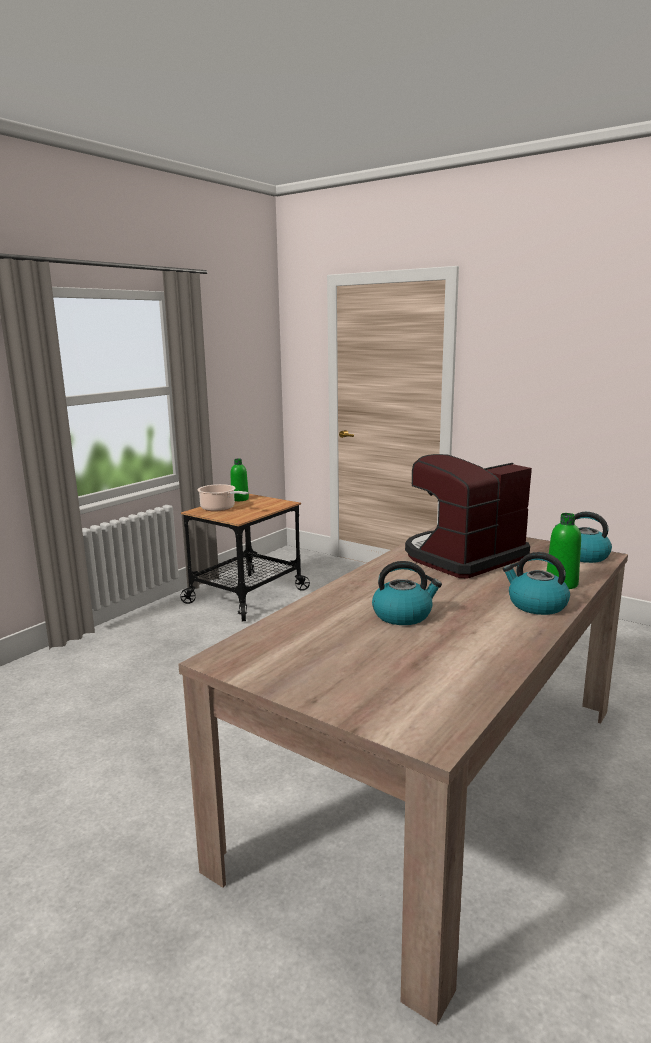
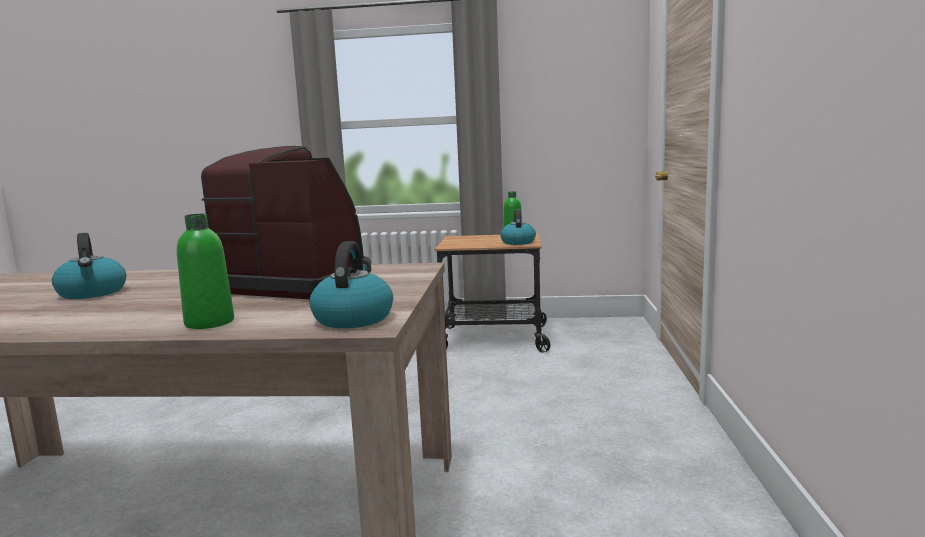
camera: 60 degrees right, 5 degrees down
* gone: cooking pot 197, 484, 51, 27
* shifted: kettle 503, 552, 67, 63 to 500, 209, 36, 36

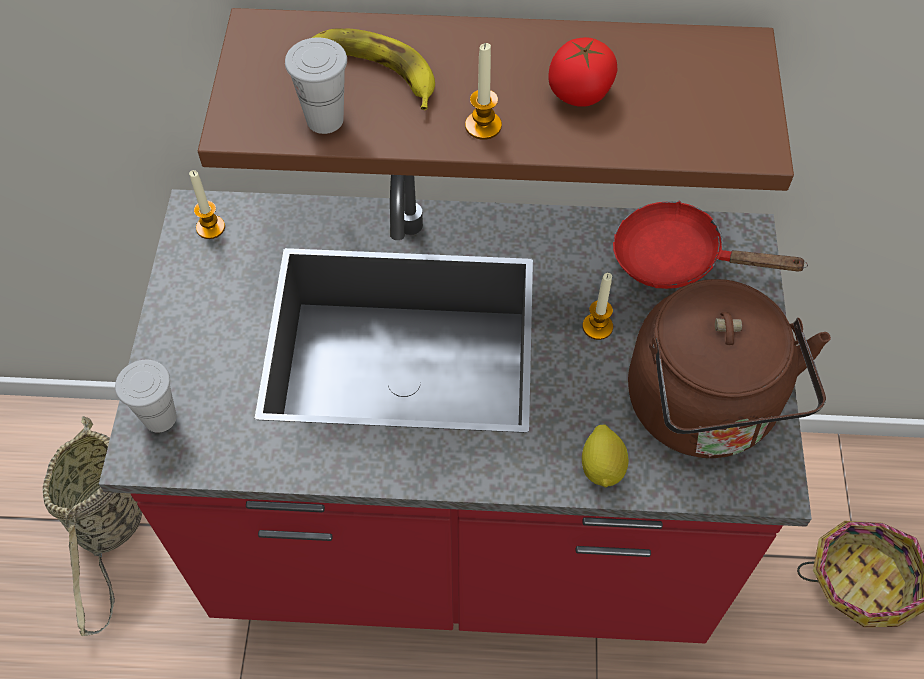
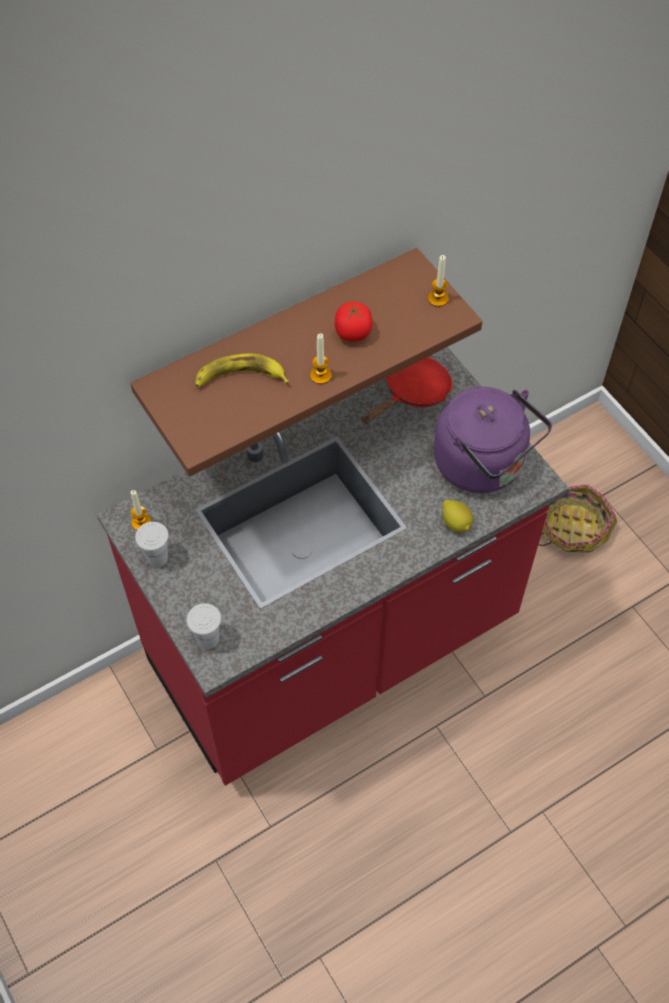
camera: 35 degrees left, 0 degrees up
* shifted: cup in white 285, 38, 62, 96 to 135, 522, 34, 45
* rotated: frying pan in red 613, 201, 195, 88 = 361, 357, 91, 67 150 degrees clockwise
* shifted: candle 583, 273, 30, 67 to 428, 255, 21, 52
* repainted: kettle in brown 628, 279, 203, 179 to kettle in purple 434, 387, 118, 106
* gone: basket 43, 416, 99, 220

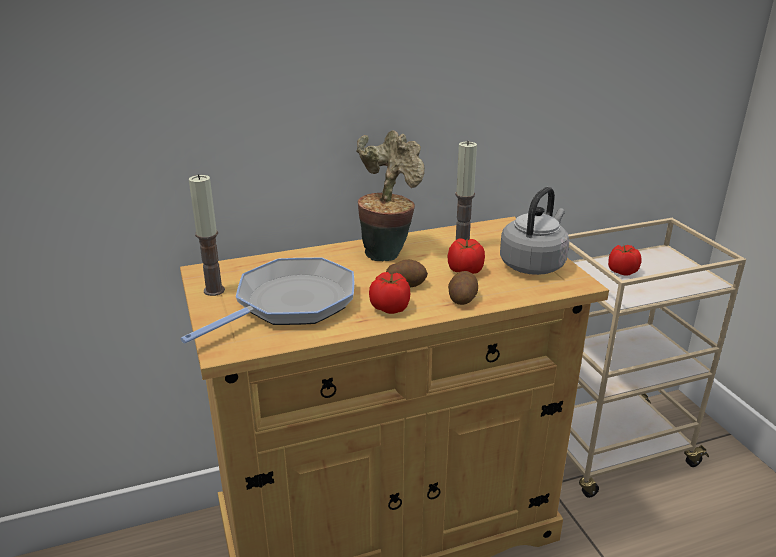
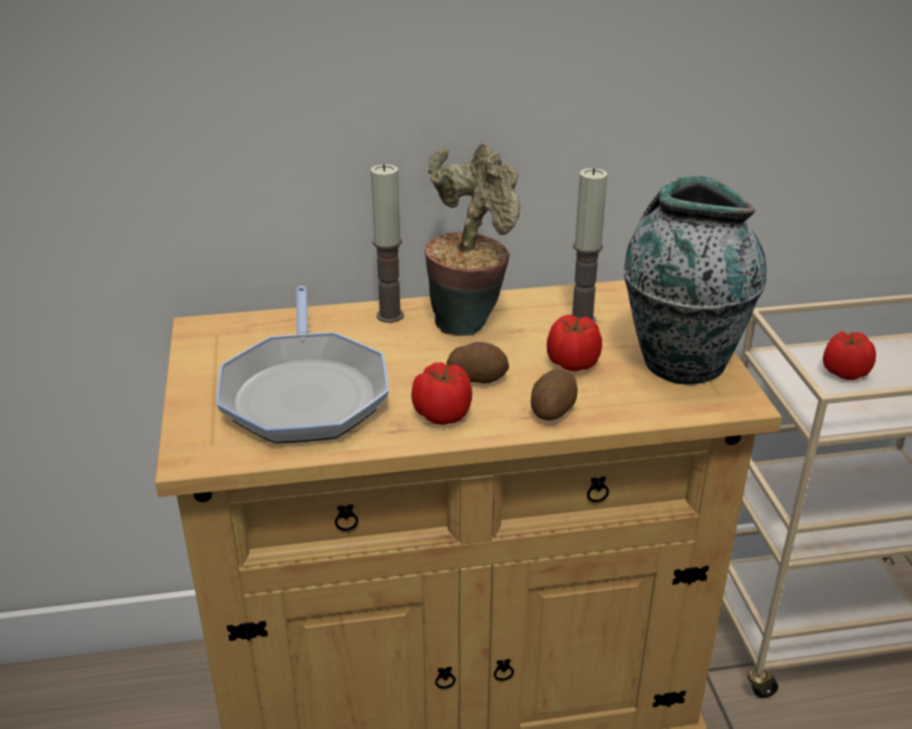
camera: 10 degrees right, 5 degrees up
* shifted: candle 189, 174, 36, 122 to 371, 164, 33, 159
* swapped: kettle in grey 500, 187, 69, 88 to vase 624, 176, 142, 209
* rotated: frying pan 180, 258, 174, 85 = 216, 286, 173, 157 120 degrees clockwise

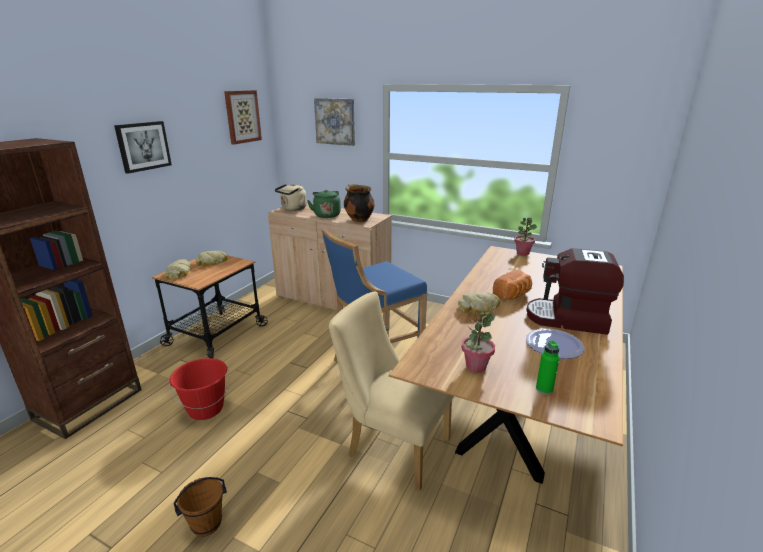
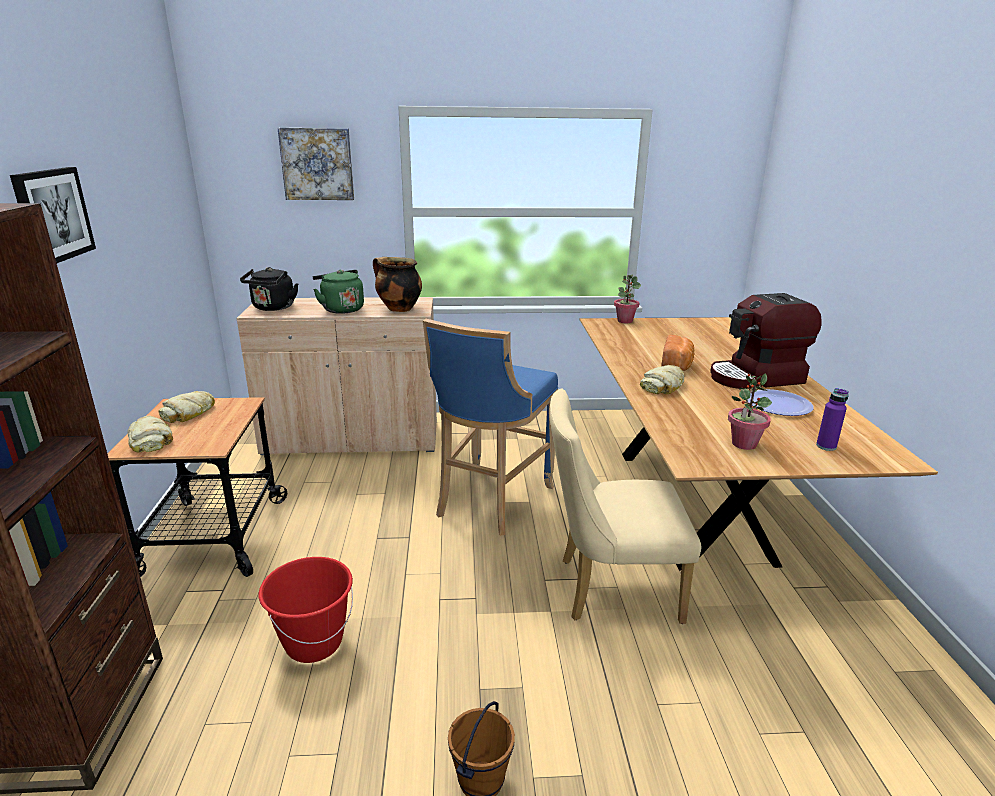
camera: 30 degrees left, 0 degrees up
* gone: picture 224, 90, 38, 55
* repainted: kettle in beige 275, 184, 32, 27 to kettle in black 240, 267, 58, 44
* repainted: bottle in green 536, 340, 23, 55 to bottle in purple 816, 388, 33, 63

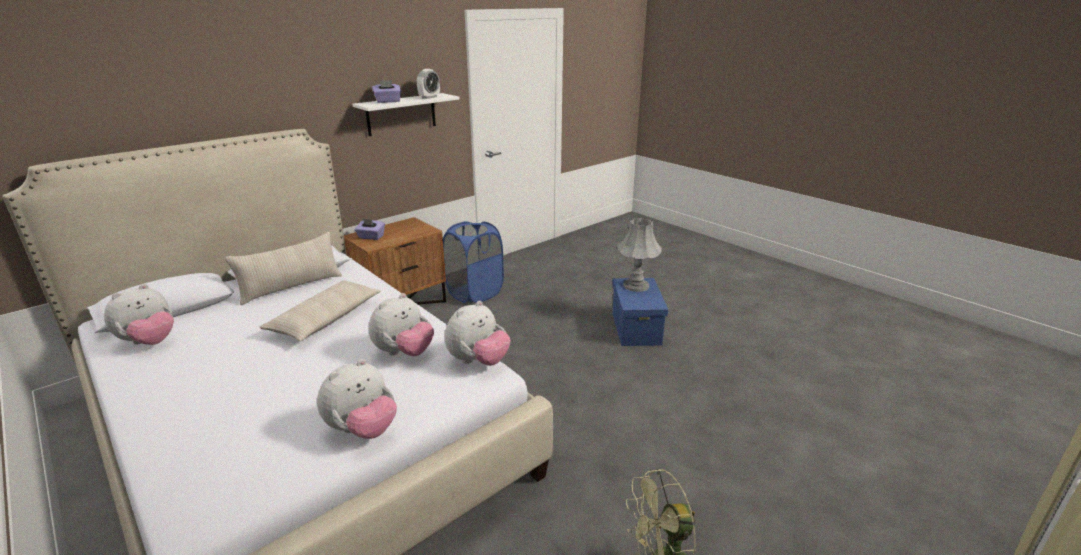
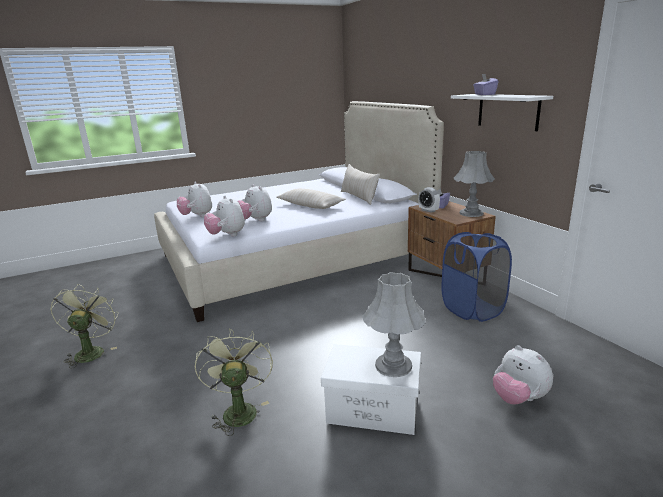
camera: 105 degrees right, 5 degrees down
* shifted: alarm clock 417, 69, 23, 30 to 418, 187, 22, 26
* repainted: storage box in blue 612, 278, 56, 68 to storage box in white 321, 344, 100, 91
* shifted: plush toy 104, 284, 70, 61 to 493, 345, 60, 60
* new: table lamp in grey 454, 151, 41, 66
* new: fan in green 195, 328, 78, 108

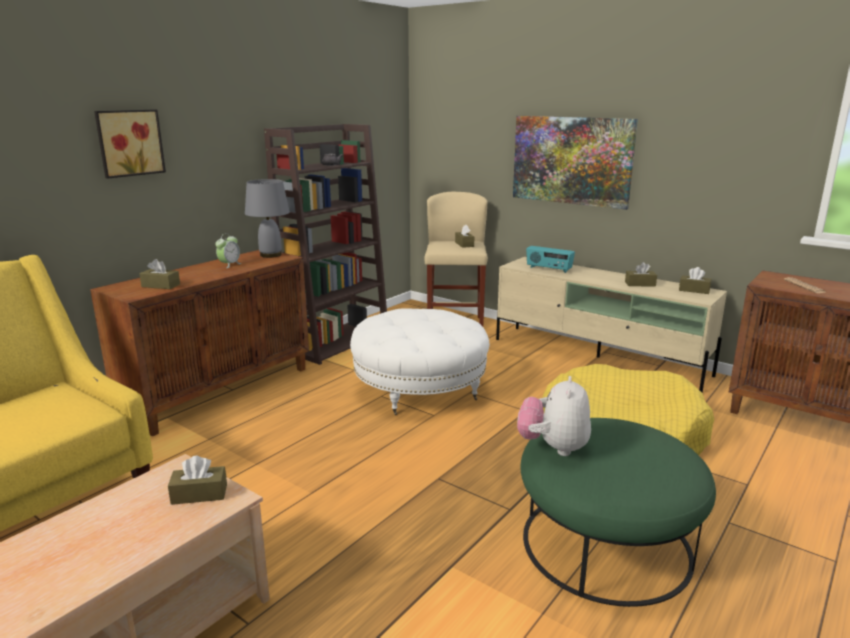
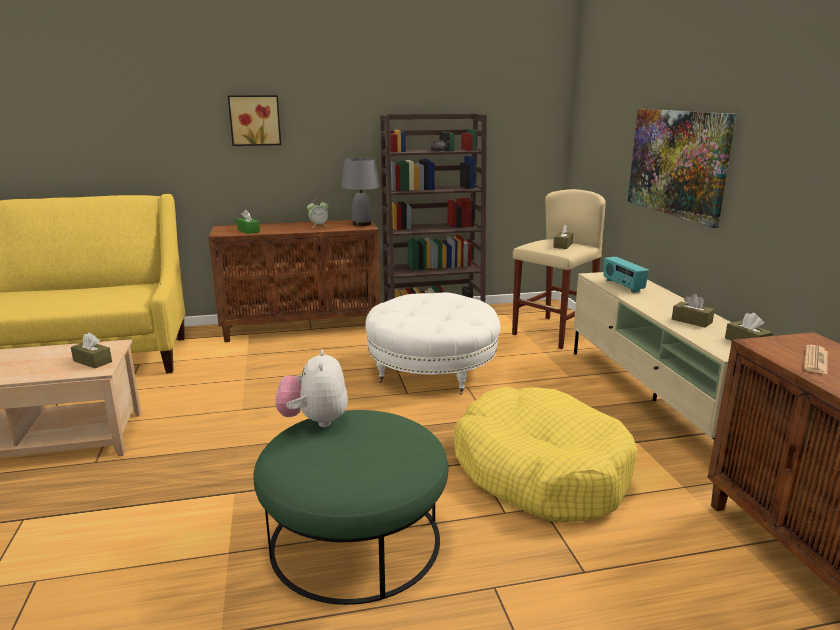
camera: 40 degrees right, 0 degrees up
* repainted: tissue box in brown 139, 259, 41, 30 to tissue box in green 237, 210, 23, 24
* rotated: plush toy 517, 376, 74, 80 = 275, 350, 73, 77 60 degrees counterclockwise

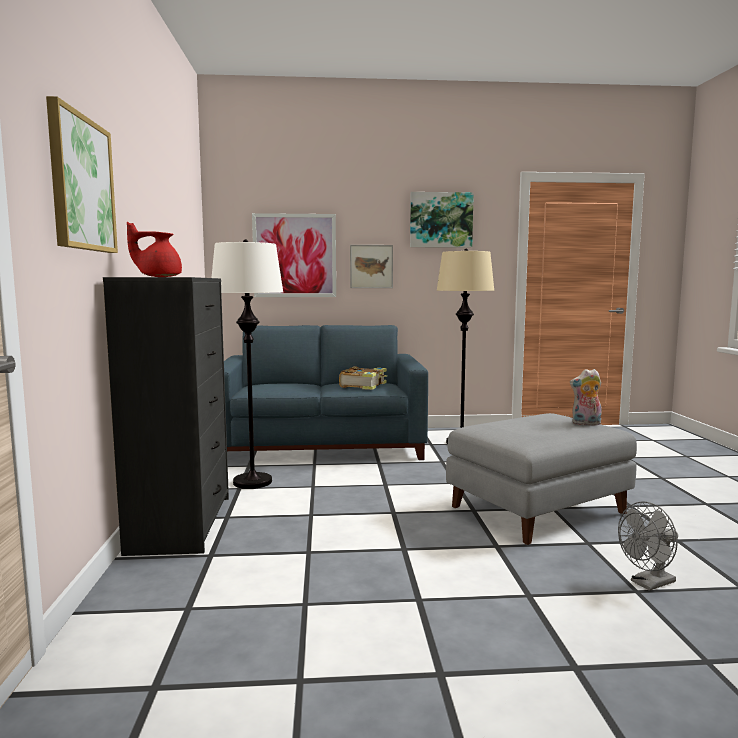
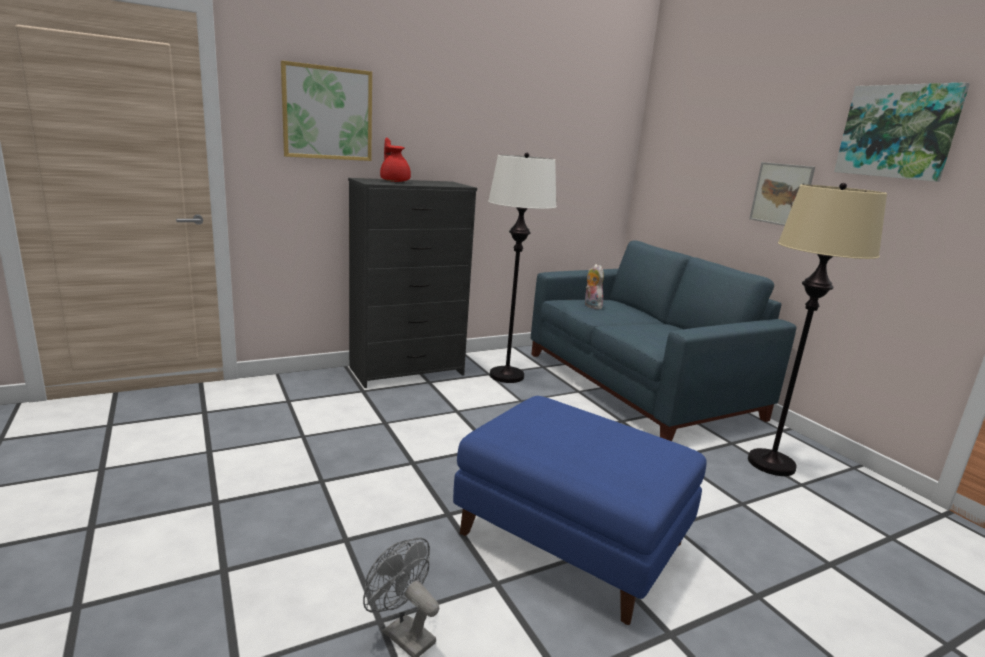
camera: 65 degrees right, 10 degrees up
* gone: picture 252, 213, 84, 84
* gone: book 339, 366, 49, 24
* shifted: plush toy 570, 369, 32, 57 to 585, 264, 19, 46
* repainted: ottoman in grey 446, 413, 191, 132 to ottoman in blue 453, 396, 254, 229

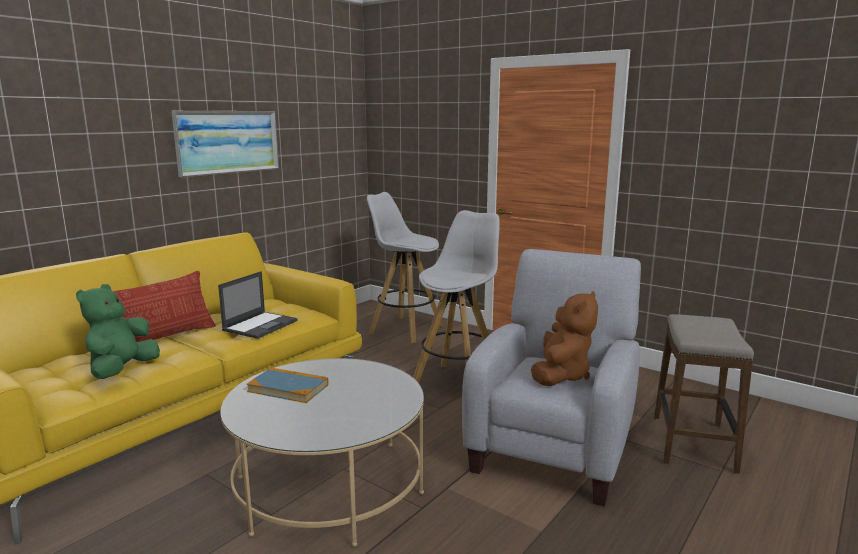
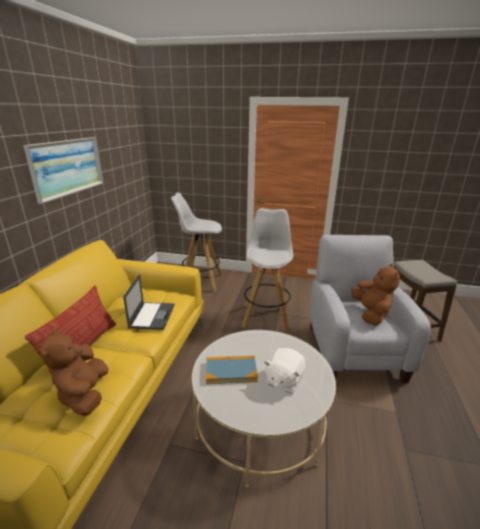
camera: 25 degrees left, 10 degrees up
* repainted: plush toy in green 76, 284, 84, 95 to plush toy in brown 39, 328, 69, 88
* new: plush toy in white 264, 348, 41, 46

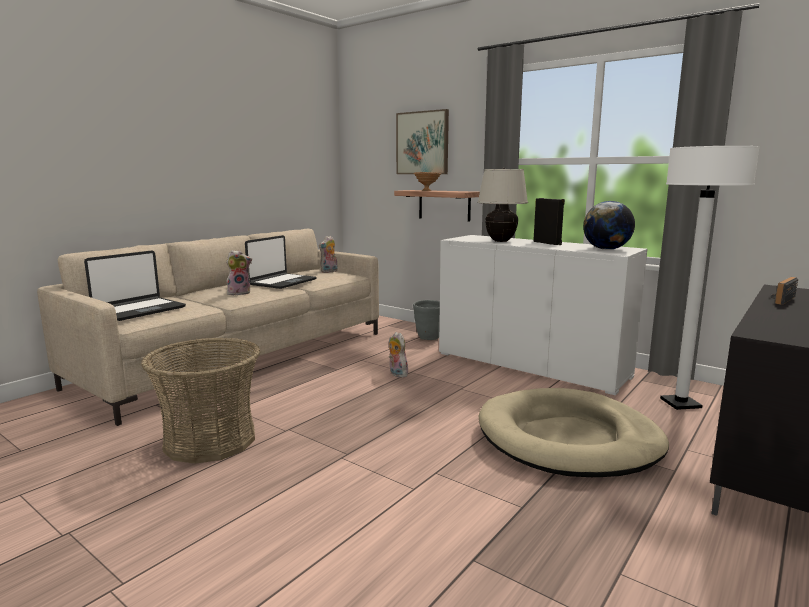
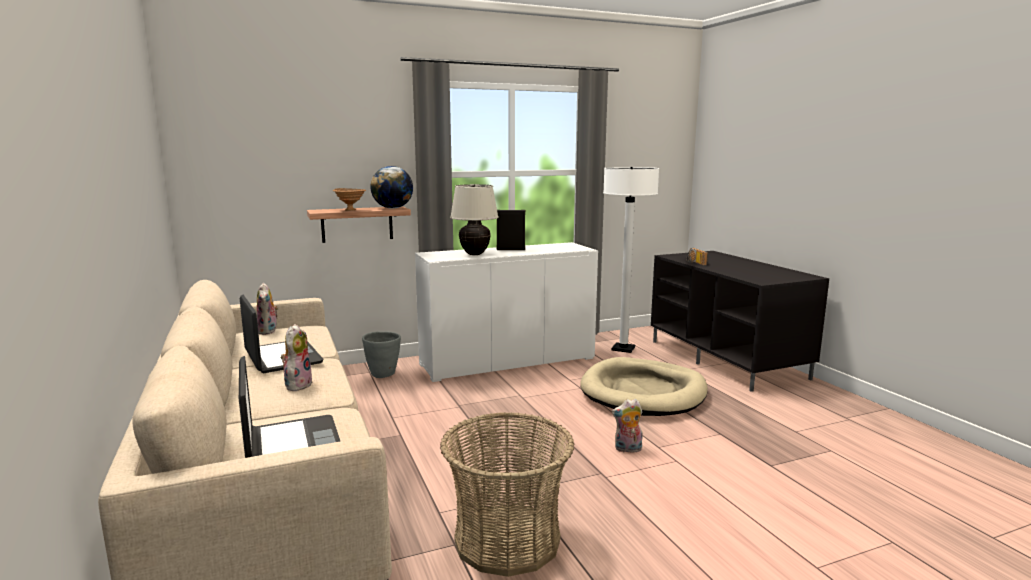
camera: 60 degrees left, 0 degrees up
* gone: picture 396, 109, 53, 65
* shifted: globe 583, 201, 52, 49 to 370, 166, 43, 43
* shifted: plush toy 389, 332, 19, 46 to 612, 399, 31, 54

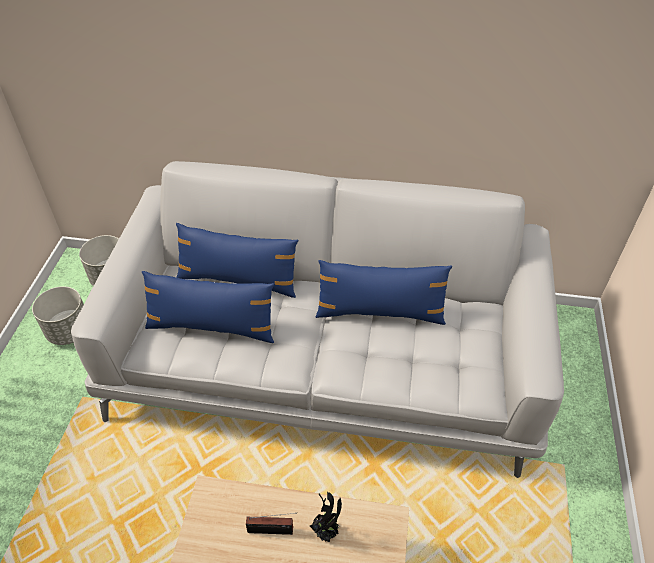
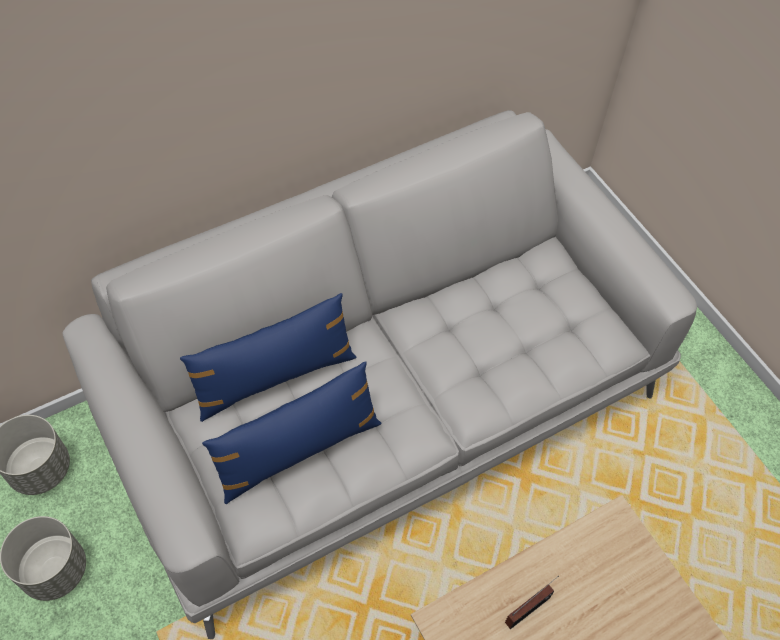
camera: 40 degrees left, 10 degrees up
* gone: pillow in blue 316, 260, 136, 65
* gone: potted plant 310, 492, 32, 50

